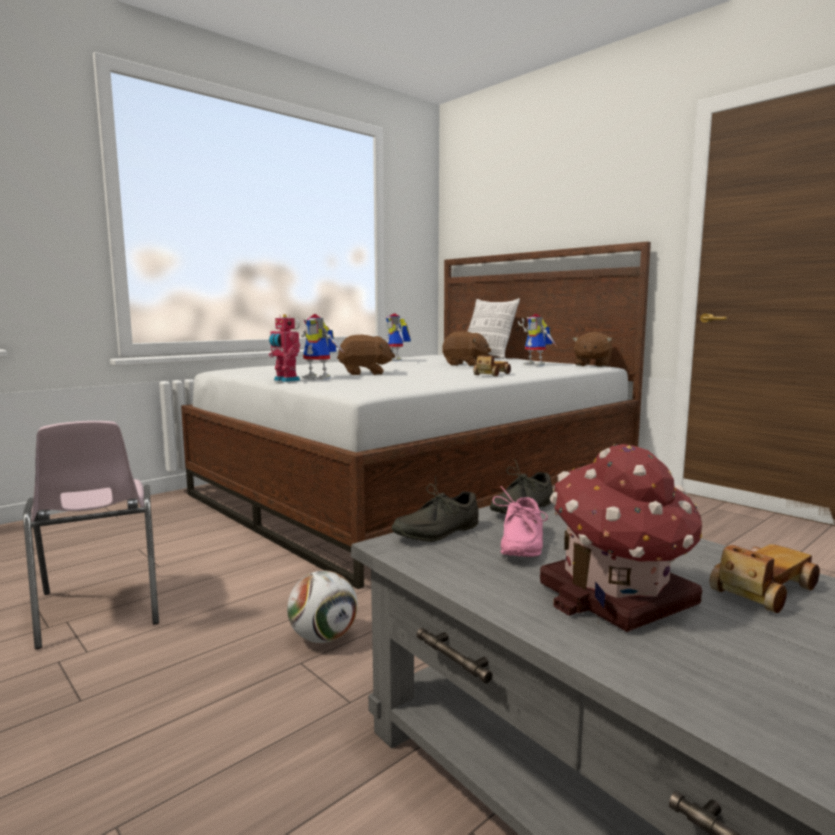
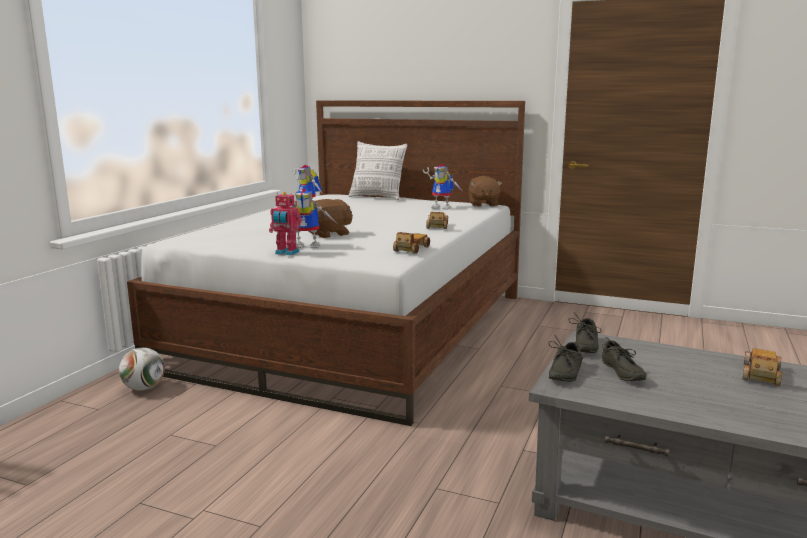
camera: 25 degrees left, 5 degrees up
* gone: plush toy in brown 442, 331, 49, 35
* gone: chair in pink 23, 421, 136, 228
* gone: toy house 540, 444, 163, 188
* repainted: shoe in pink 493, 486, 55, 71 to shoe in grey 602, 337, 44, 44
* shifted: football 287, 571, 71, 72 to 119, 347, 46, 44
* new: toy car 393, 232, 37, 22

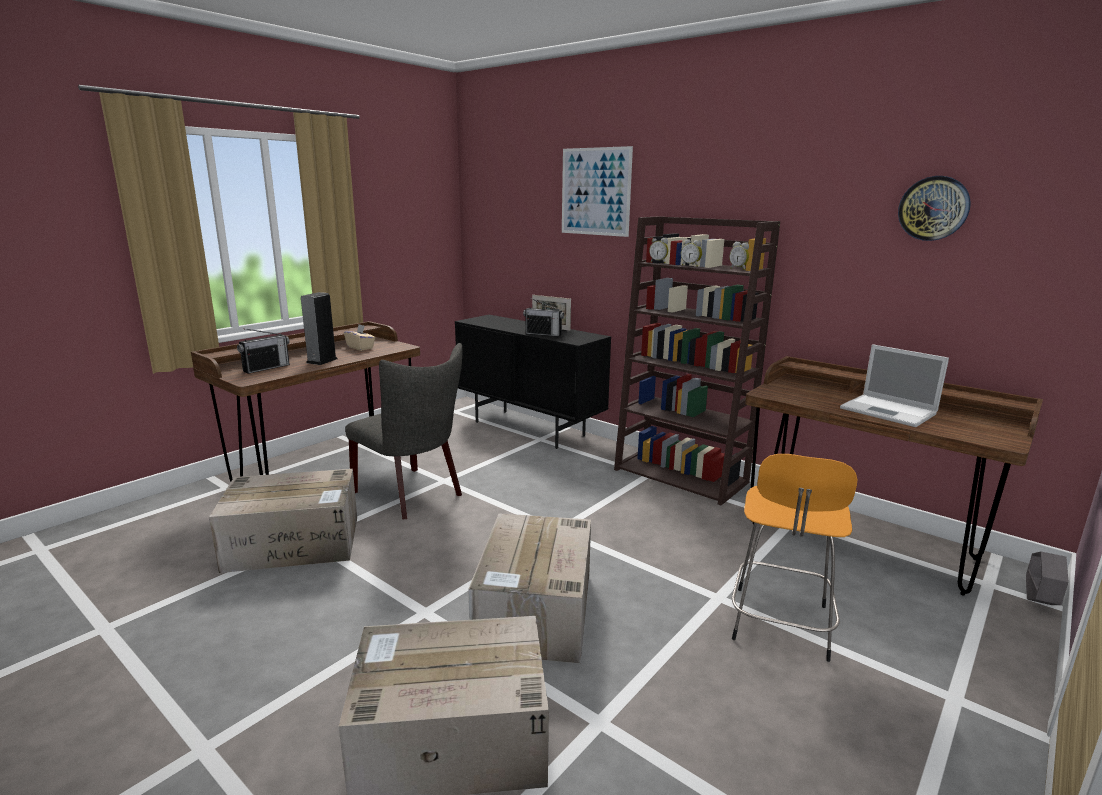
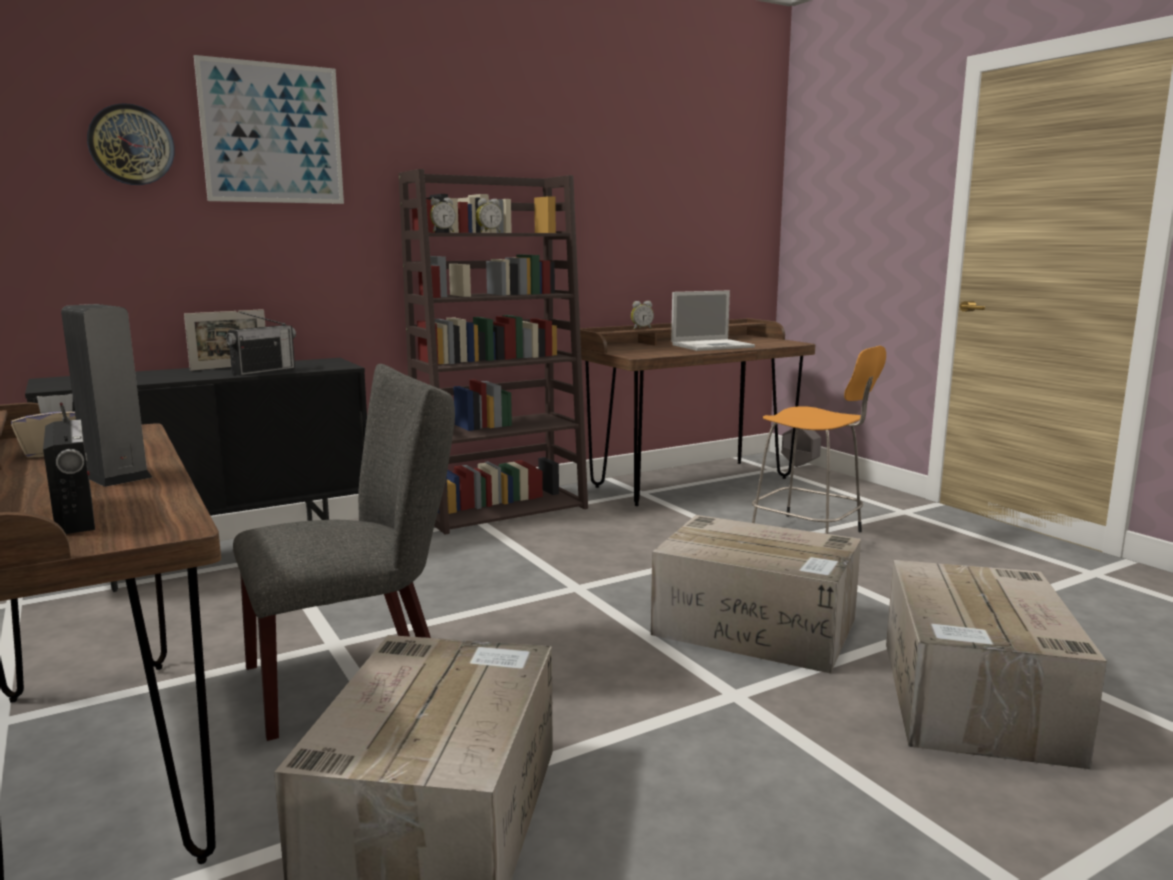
camera: 70 degrees left, 5 degrees down
* shifted: wall clock 898, 176, 73, 65 to 87, 103, 88, 82
* shifted: alarm clock 729, 242, 20, 28 to 631, 301, 23, 29

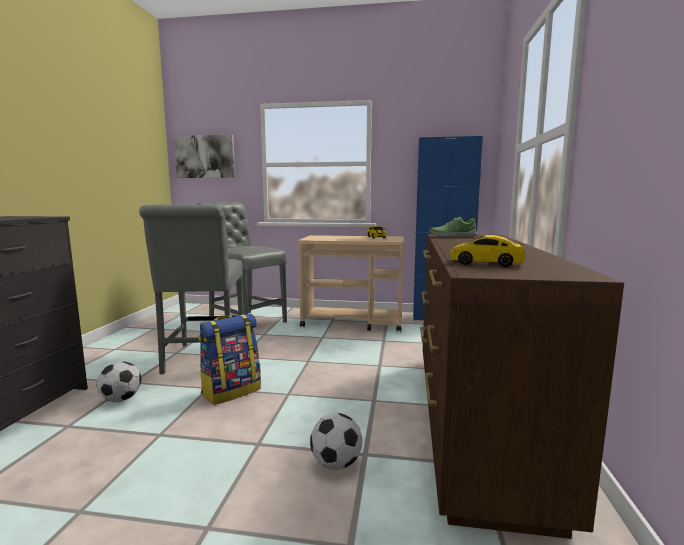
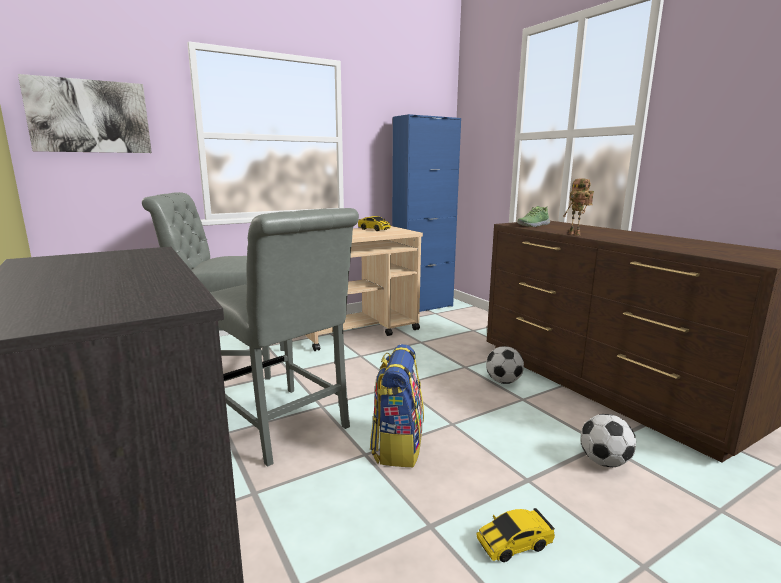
camera: 40 degrees left, 5 degrees up
* shifted: toy car 450, 235, 76, 32 to 476, 508, 79, 54
* shifted: football 97, 361, 45, 41 to 486, 346, 38, 38
* new: toy robot 563, 178, 31, 57

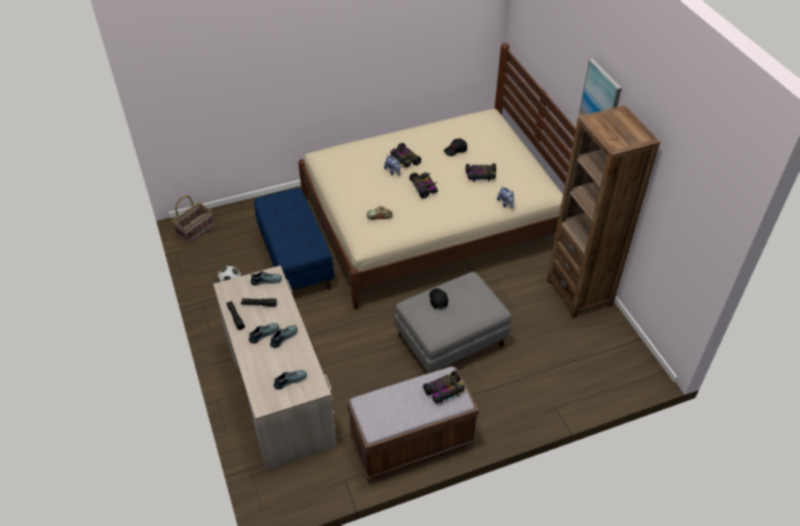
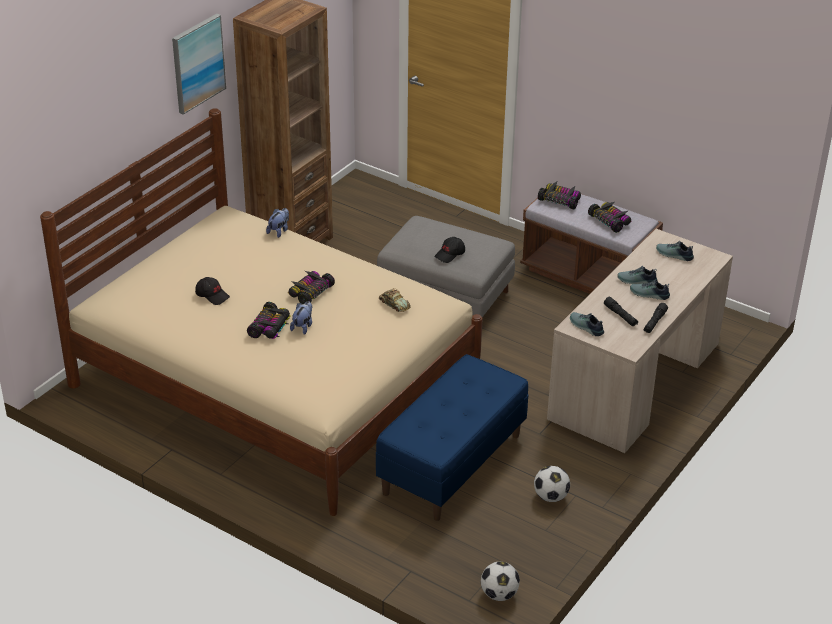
camera: 125 degrees left, 10 degrees down
* shifted: toy car 466, 164, 30, 19 to 588, 202, 43, 31
* swapped: basket 172, 196, 42, 47 to football 481, 562, 39, 39

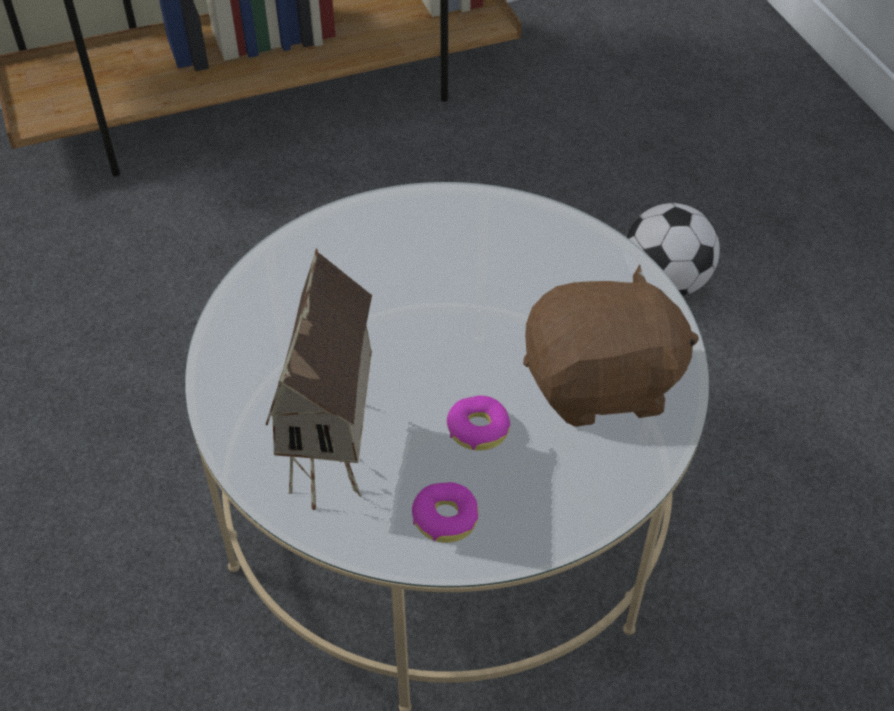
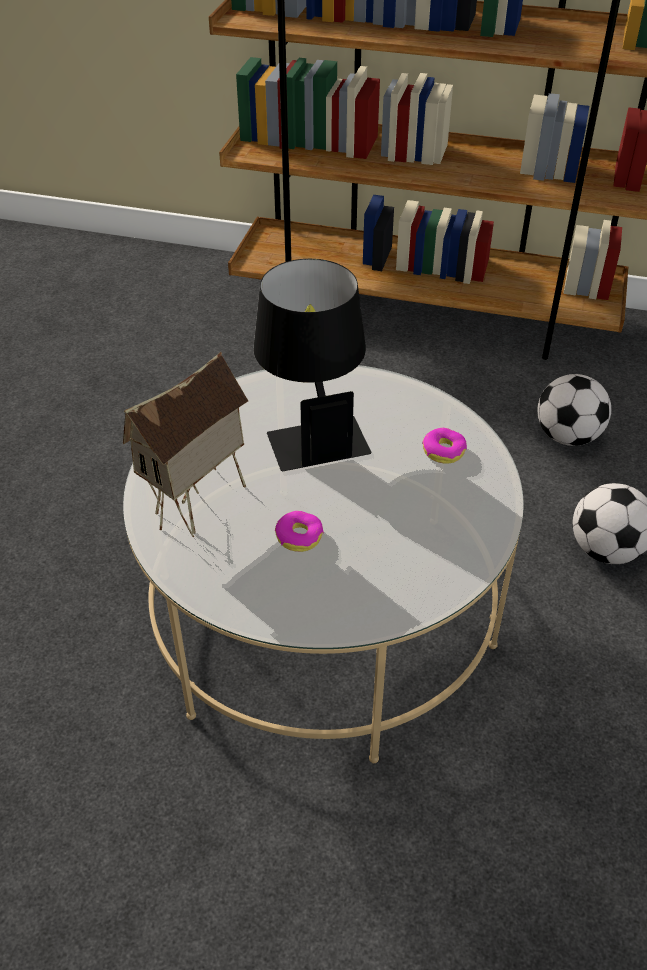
camera: 35 degrees right, 5 degrees down
* gone: plush toy in brown 523, 264, 176, 163
* shifted: donut 412, 482, 66, 61 to 422, 428, 45, 36
* new: table lamp in black 254, 259, 117, 212
* new: football 537, 374, 74, 72

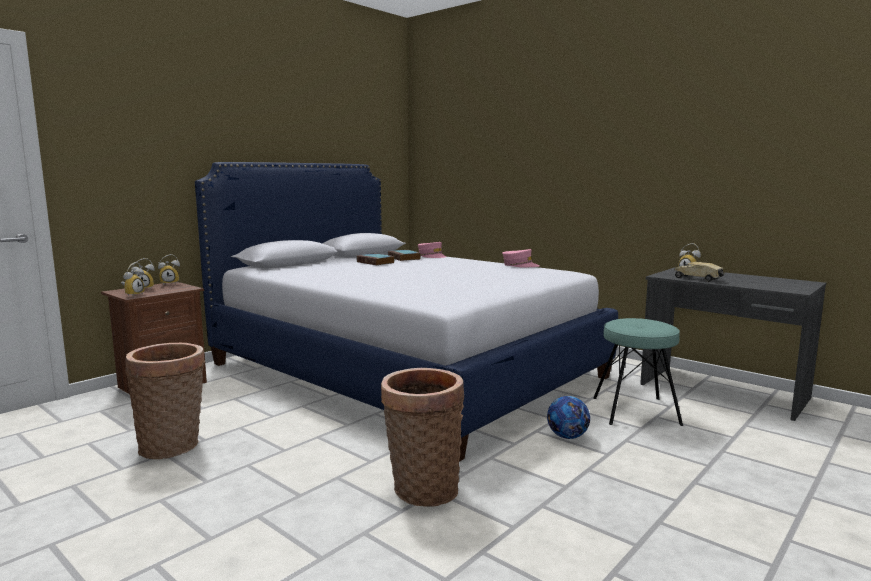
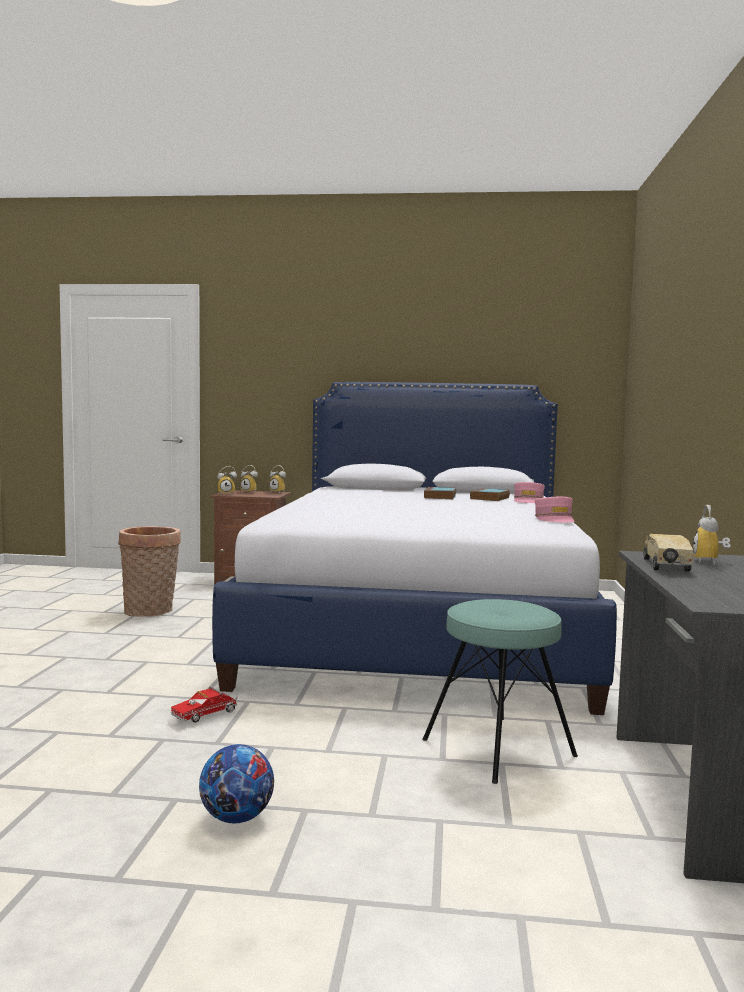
camera: 55 degrees right, 5 degrees down
* gone: basket 381, 368, 83, 139
* shifted: football 547, 396, 43, 43 to 199, 744, 75, 79
* new: toy truck 171, 687, 67, 36

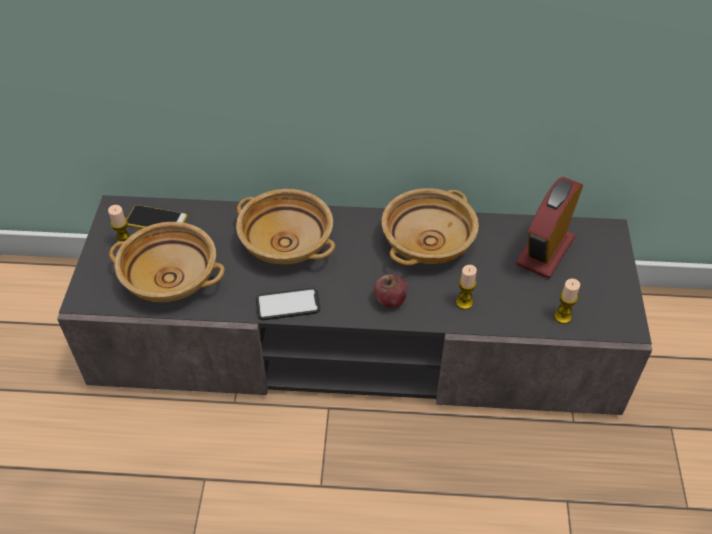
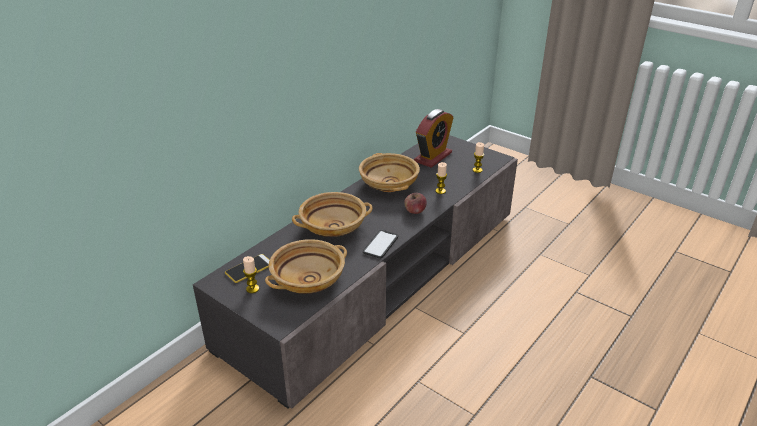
camera: 55 degrees left, 15 degrees down
* rotated: alarm clock 516, 177, 67, 102 = 414, 109, 40, 59 120 degrees counterclockwise

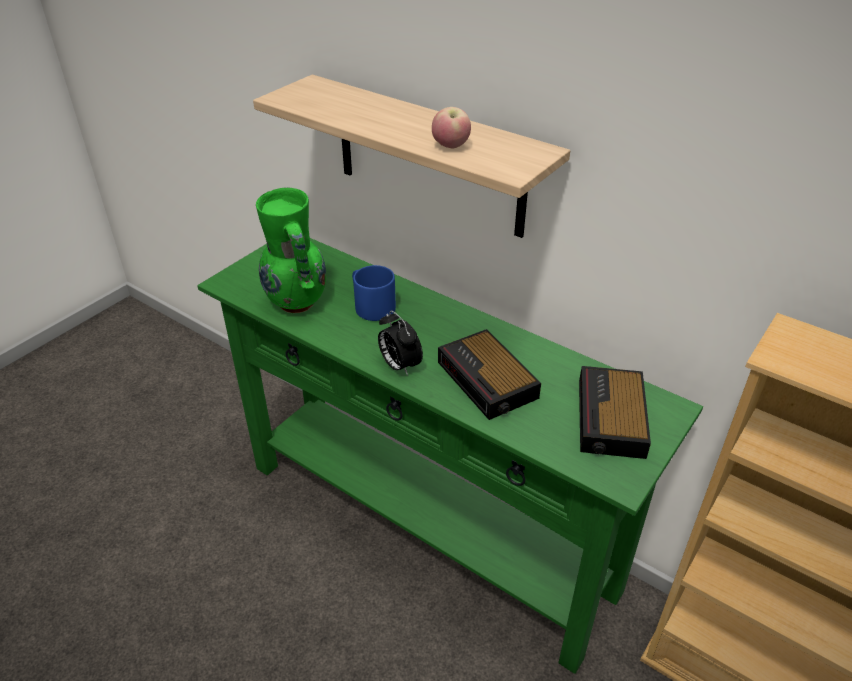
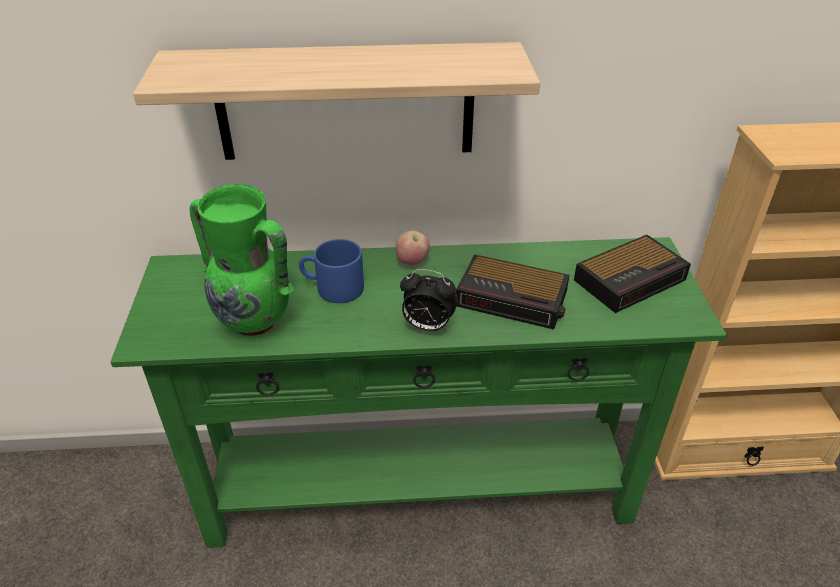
camera: 40 degrees left, 0 degrees up
* shifted: apple 432, 107, 39, 41 to 395, 230, 35, 36
* rotated: alarm clock 579, 366, 72, 93 = 574, 235, 117, 78 90 degrees counterclockwise

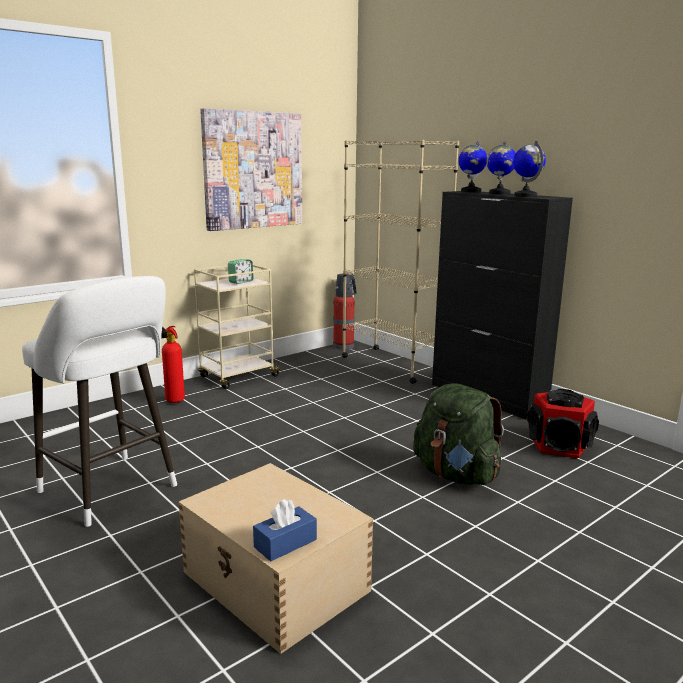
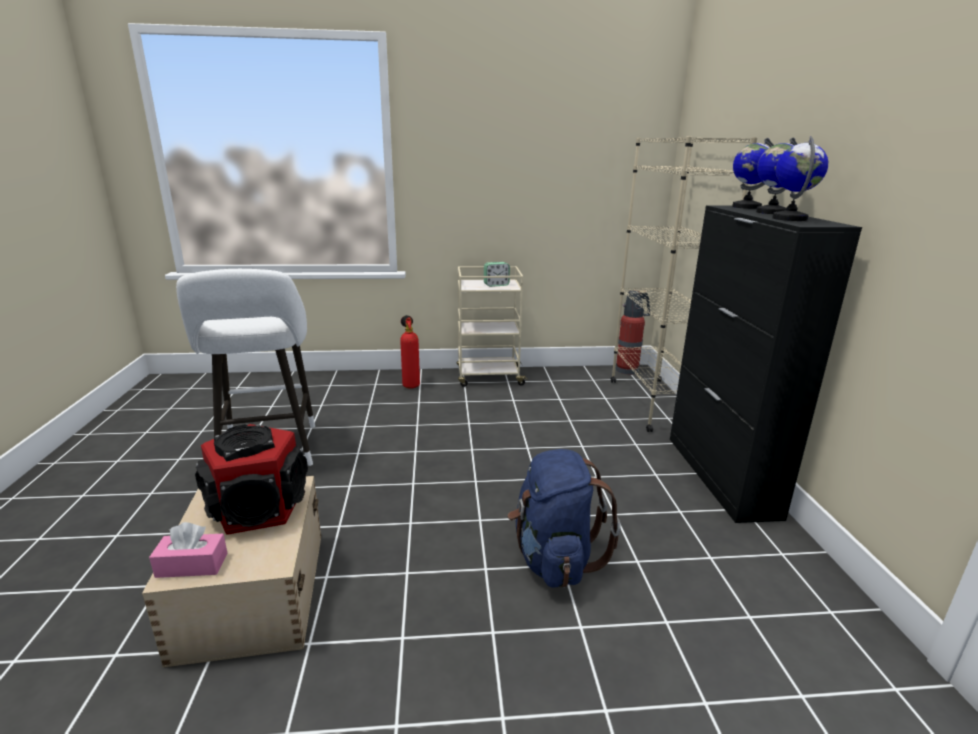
camera: 35 degrees right, 5 degrees up
* gone: picture 200, 108, 102, 123
* repainted: backpack in green 413, 383, 91, 102 to backpack in blue 507, 449, 114, 139
* shifted: speaker 527, 389, 72, 69 to 195, 424, 113, 110
* repainted: tissue box in blue 253, 499, 64, 62 to tissue box in pink 149, 522, 79, 56

